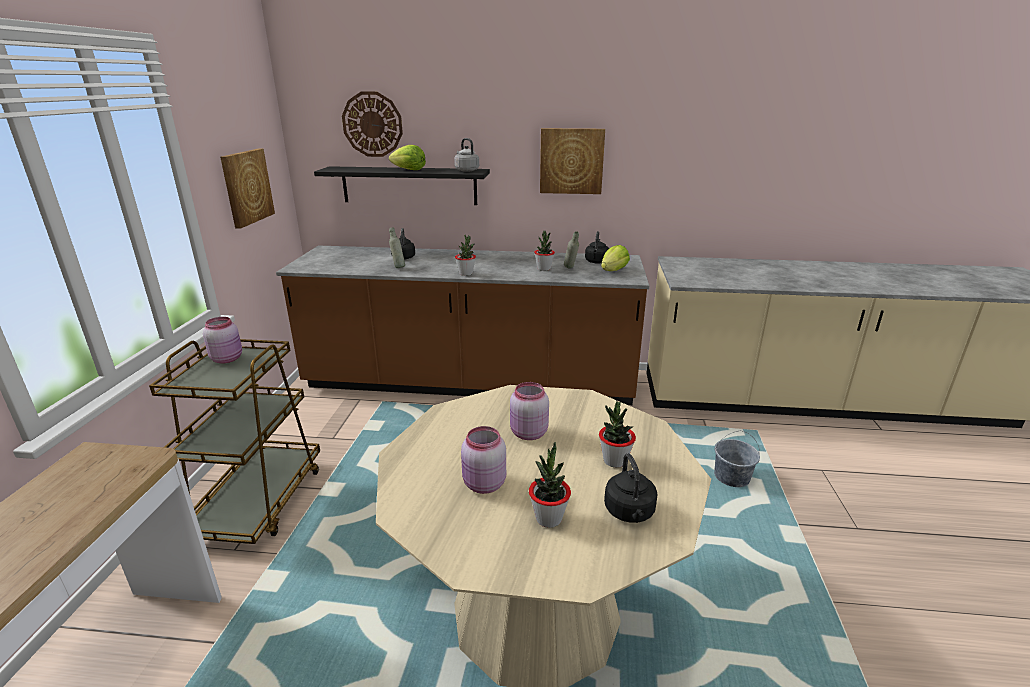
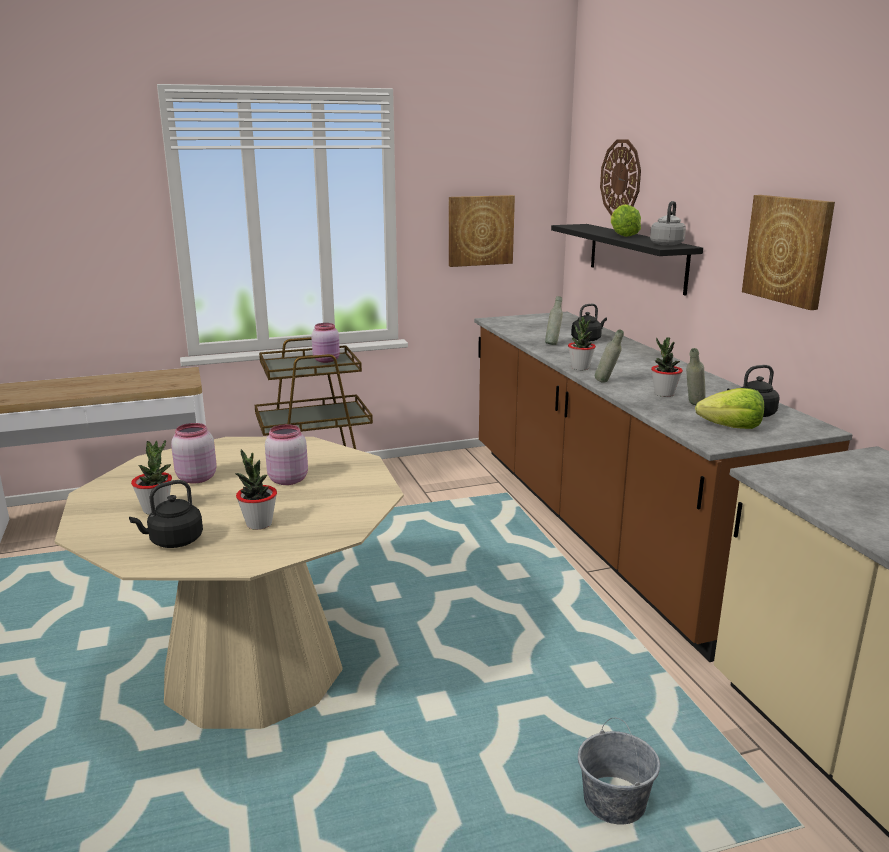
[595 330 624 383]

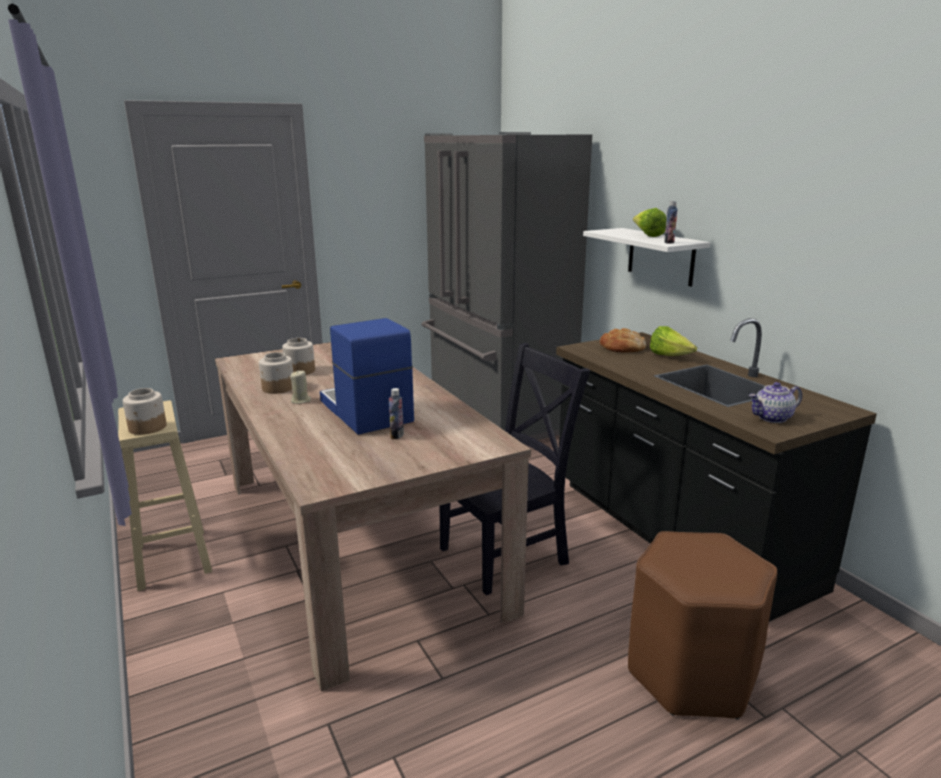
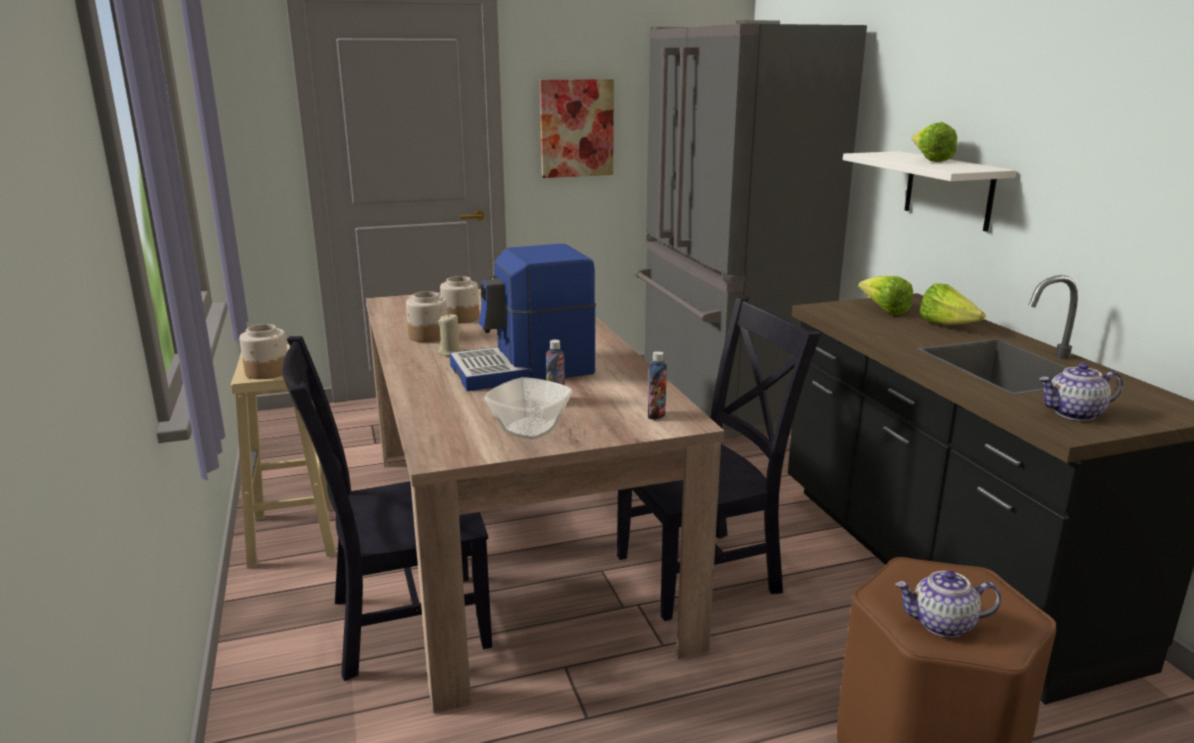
[450 244 596 391]
[859 276 913 315]
[648 351 667 420]
[282 336 492 681]
[484 377 572 439]
[540 79 614 178]
[895 570 1001 638]

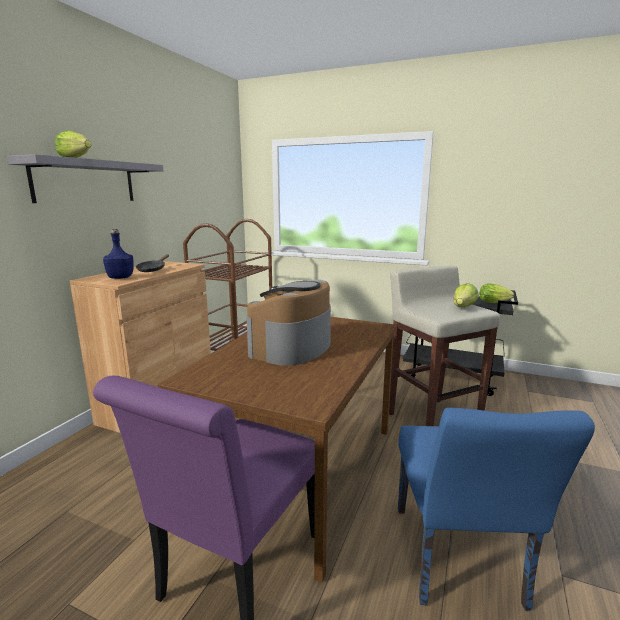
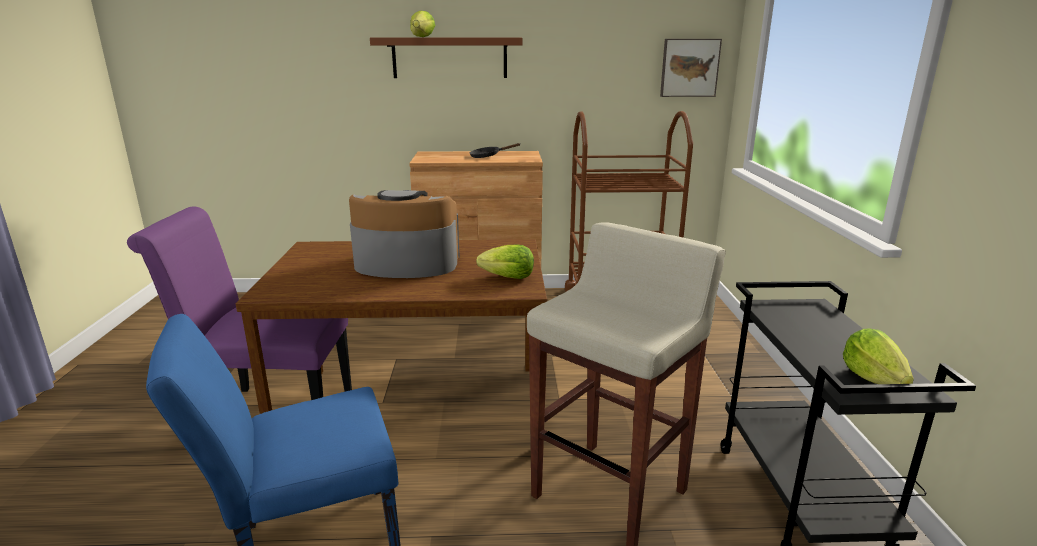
[370 38 523 78]
[103 229 133 279] (first image)
[476 245 534 279]
[660 39 722 97]

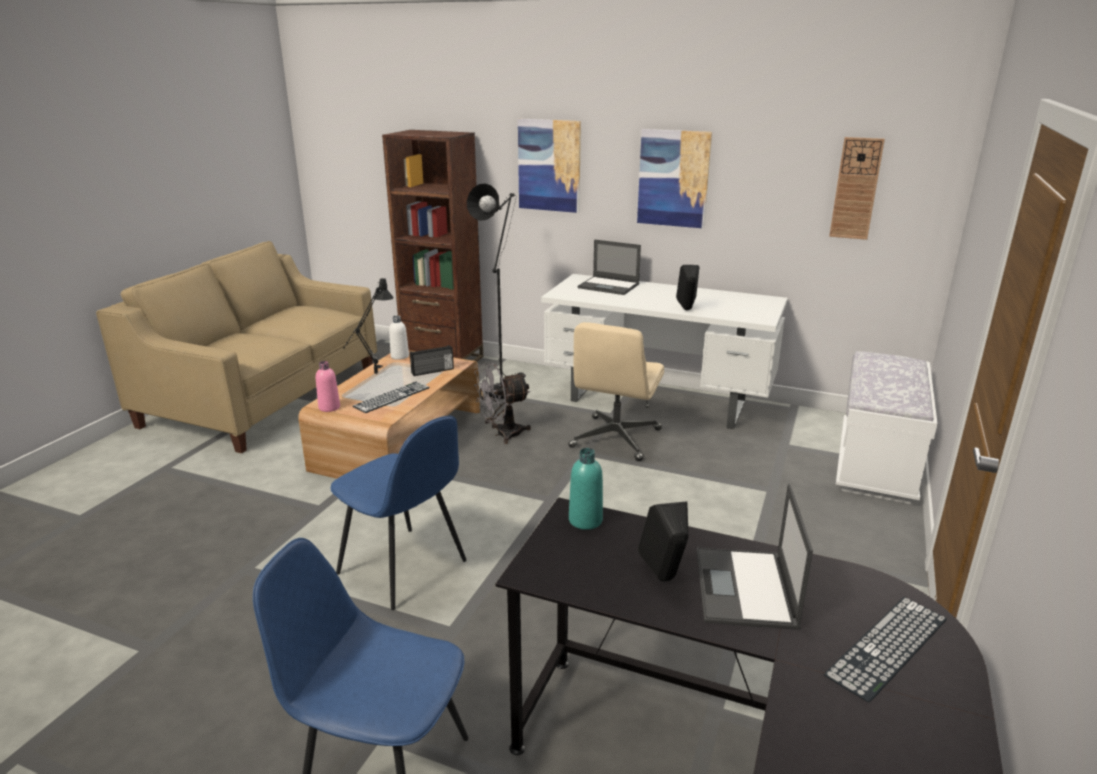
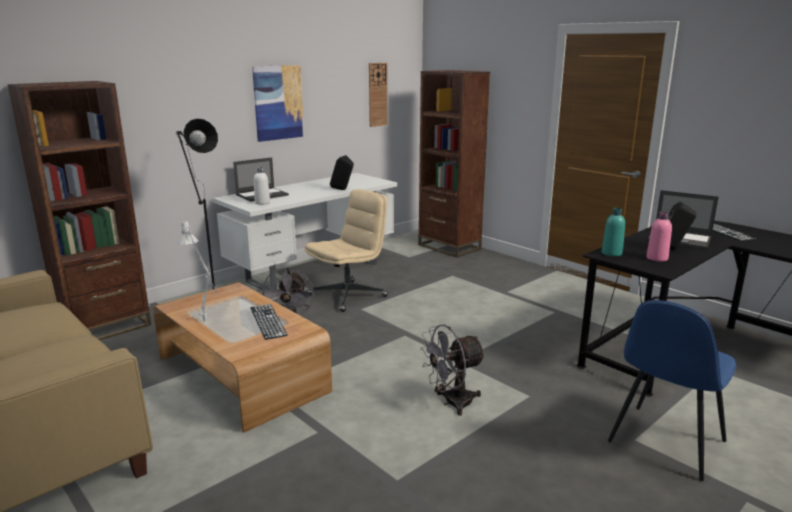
[646 212 672 262]
[419 324 486 416]
[177 220 219 321]
[254 167 270 205]
[410 345 454 376] (first image)
[518 119 581 213] (first image)
[304 189 388 312]
[418 70 490 258]

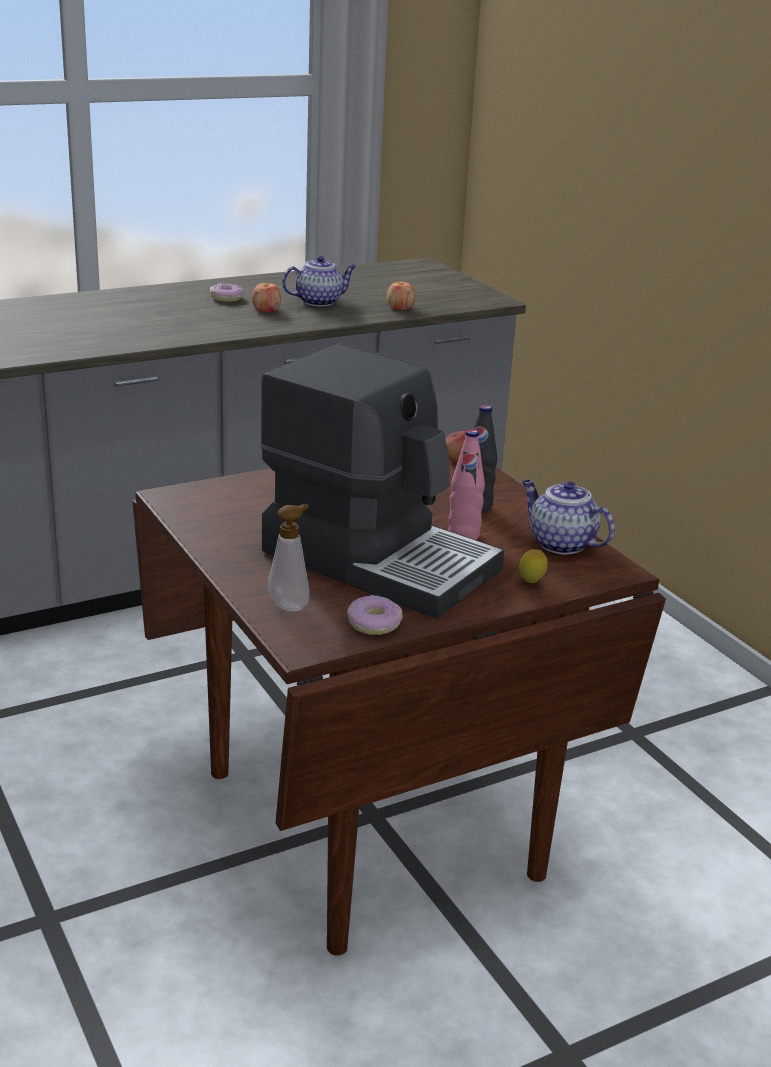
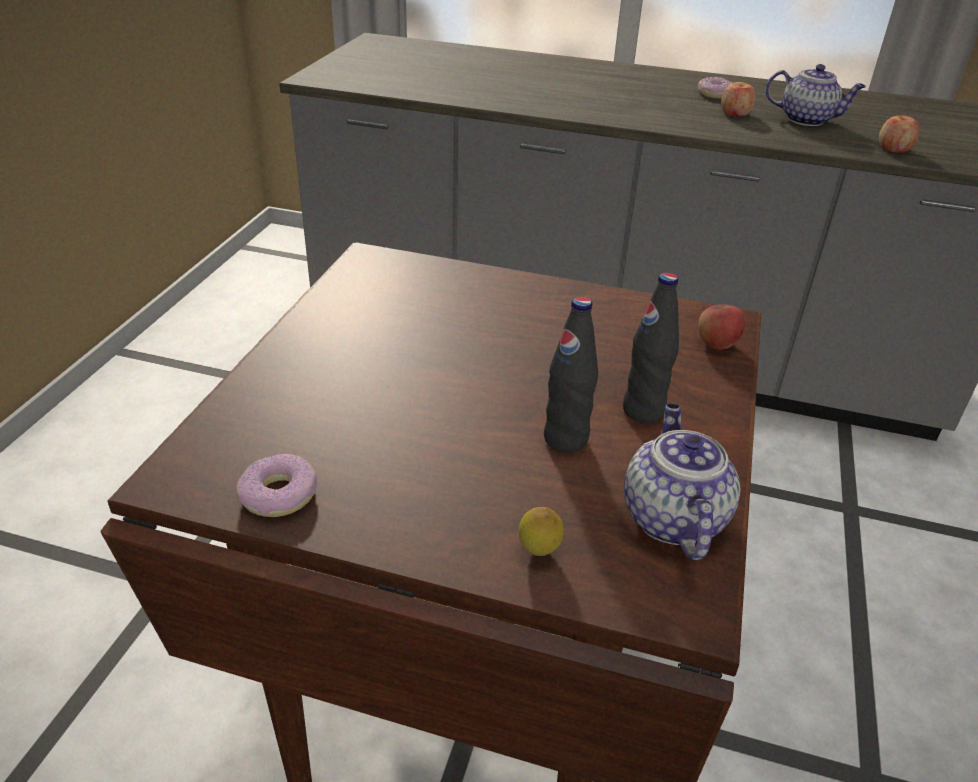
[260 343 504 619] (first image)
[268 504 309 612] (first image)
[544 297 598 453]

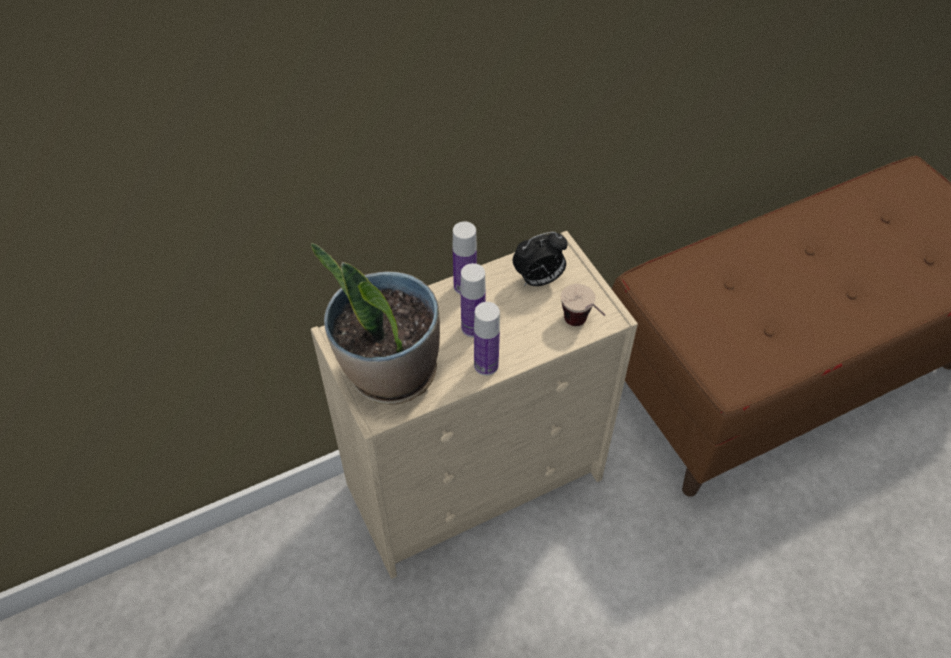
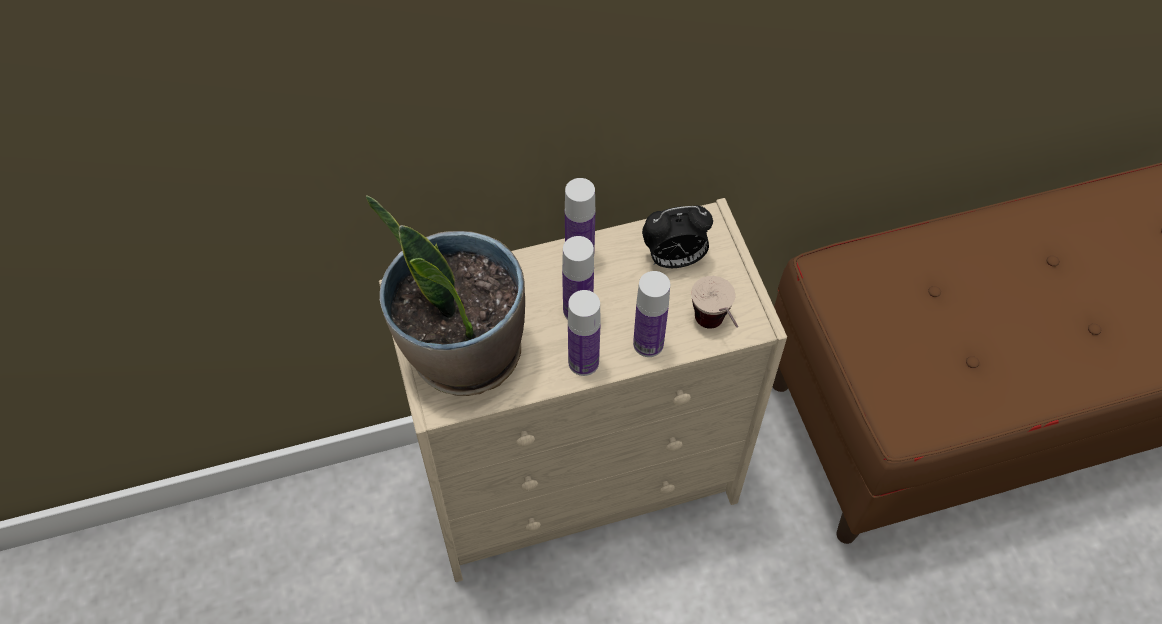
[633 271 670 357]

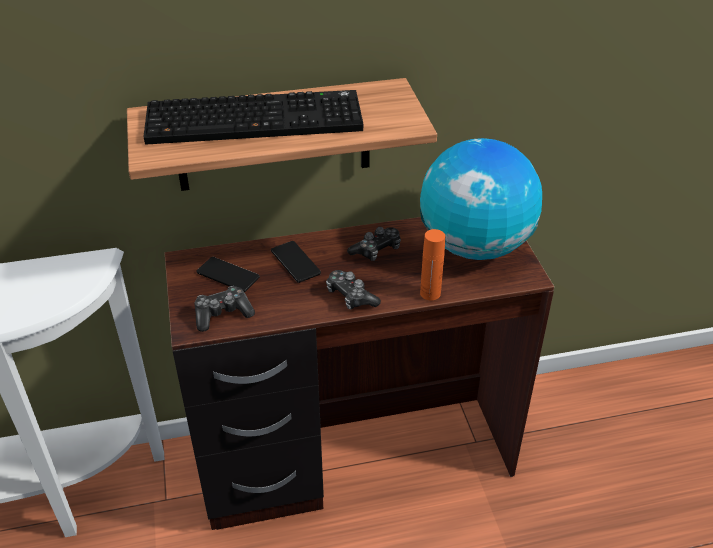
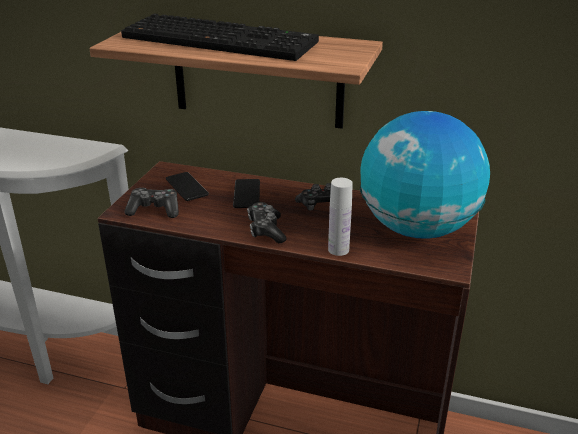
[328 178 353 256]

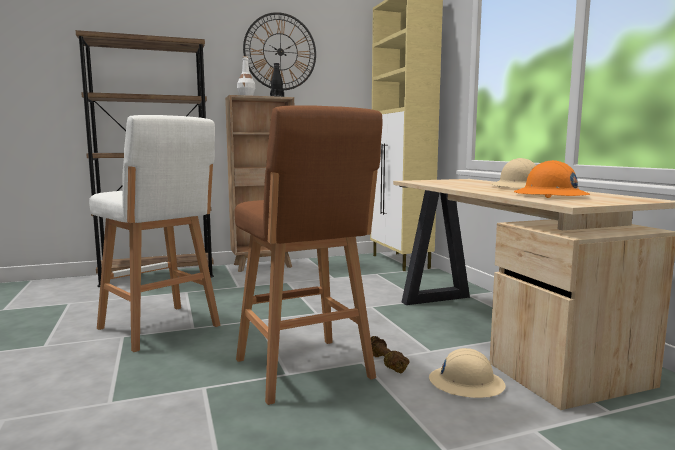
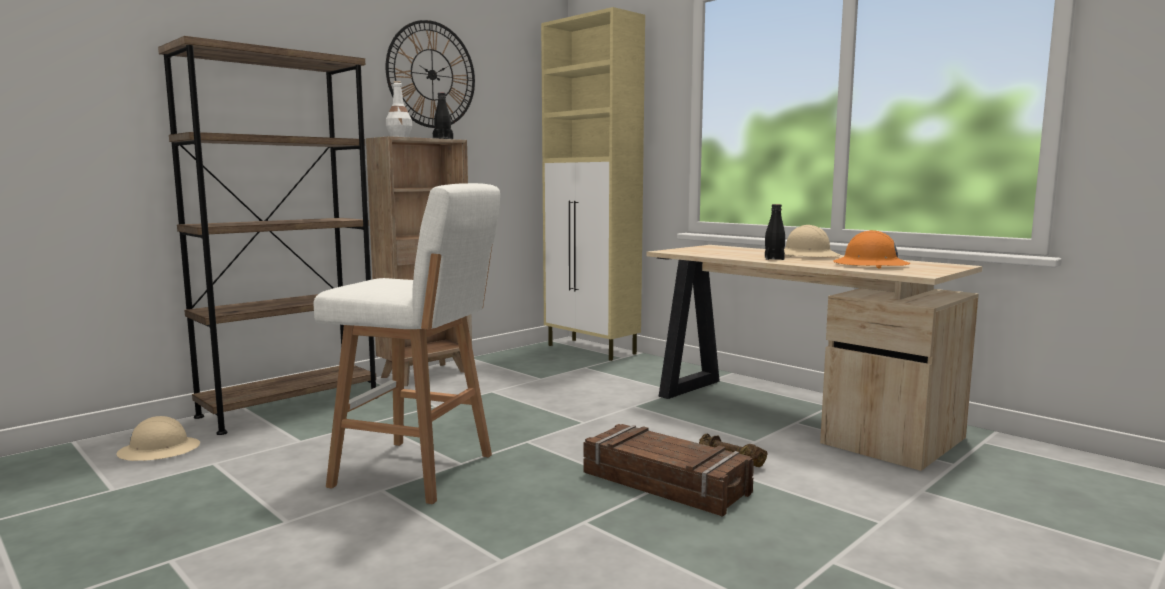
[584 424 754 517]
[117 416 200 461]
[765 204 785 260]

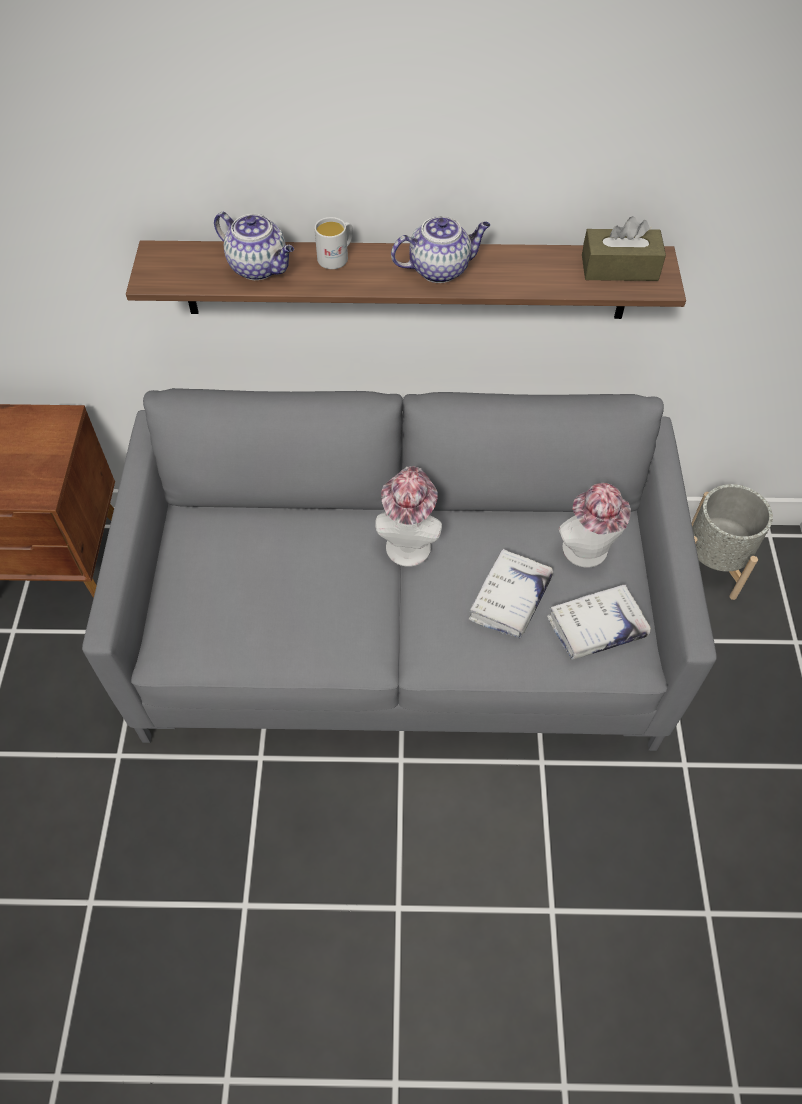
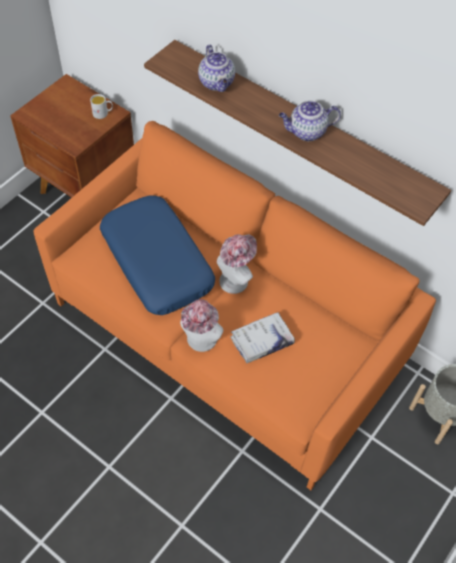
[34 121 436 490]
[90 94 113 119]
[279 100 341 141]
[547 585 651 659] (first image)
[180 299 224 352]
[582 216 666 281] (first image)
[100 196 215 315]

